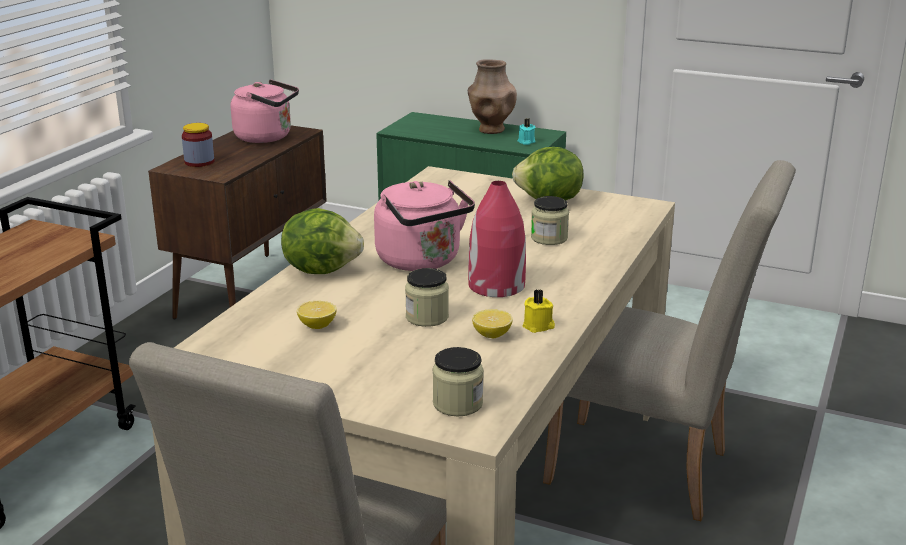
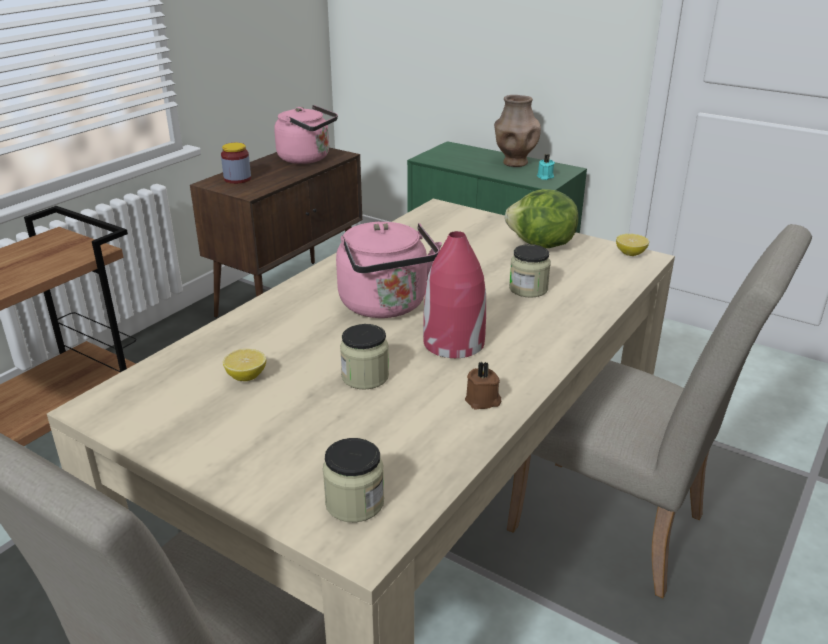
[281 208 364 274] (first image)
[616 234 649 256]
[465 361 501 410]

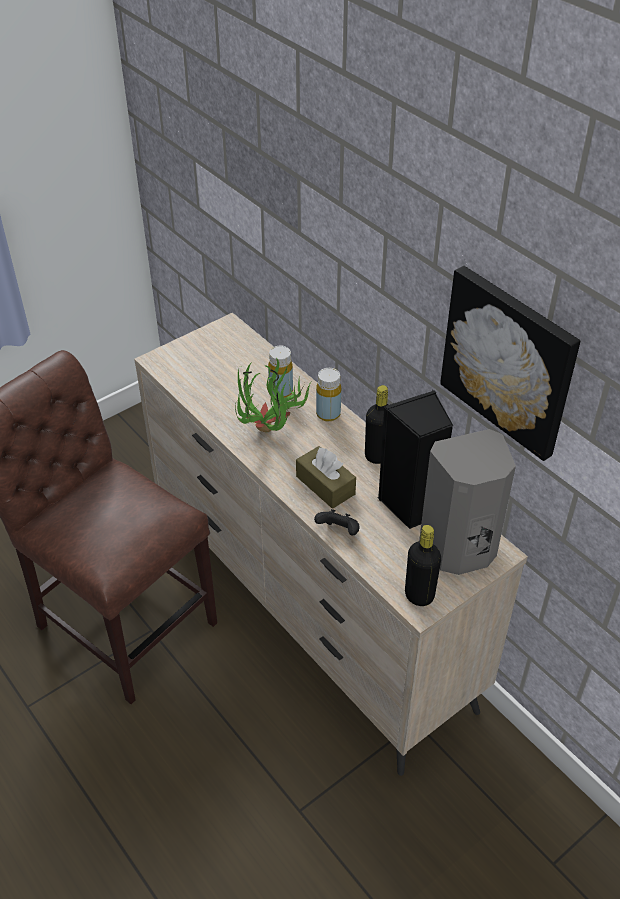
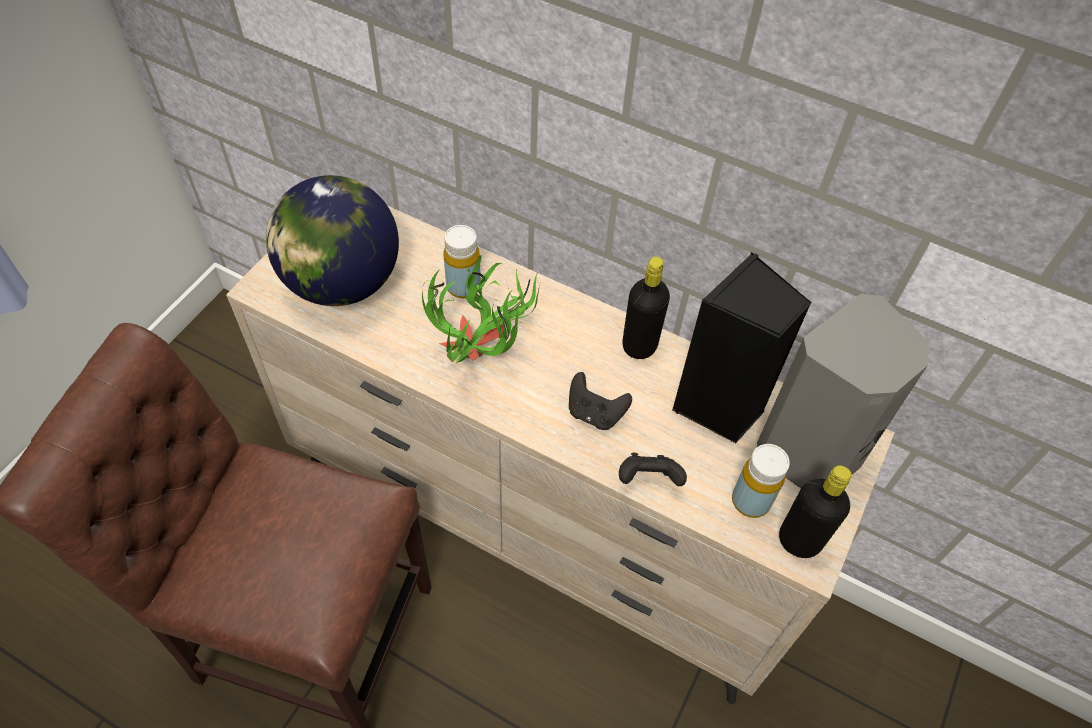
[569 372 632 430]
[732 444 790 518]
[440 266 581 461] (first image)
[266 175 399 306]

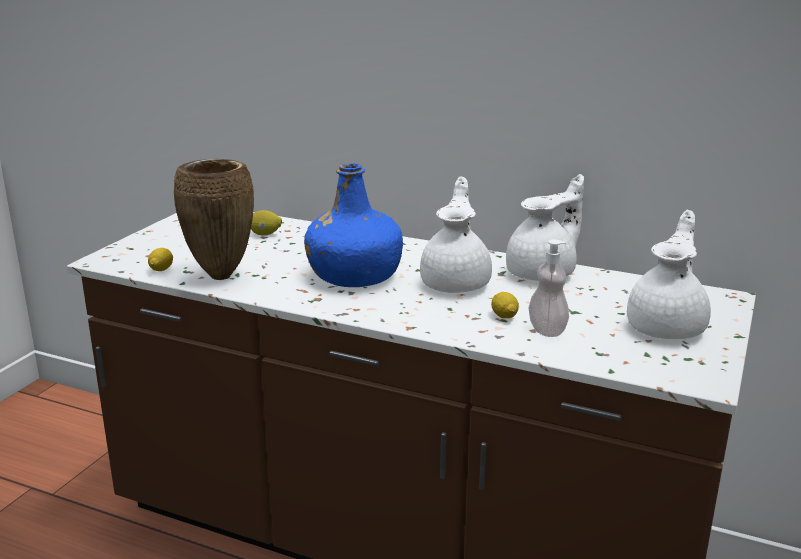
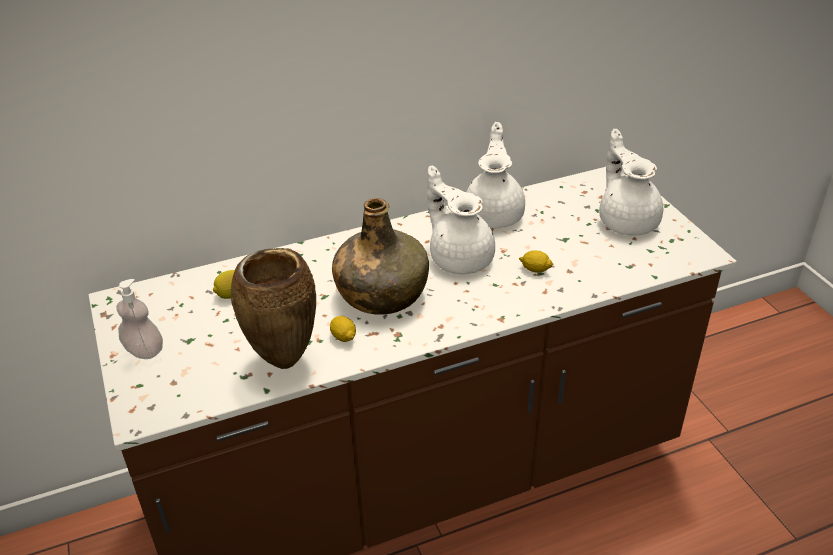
[330 316 356 342]
[332 198 429 315]
[116 279 163 359]

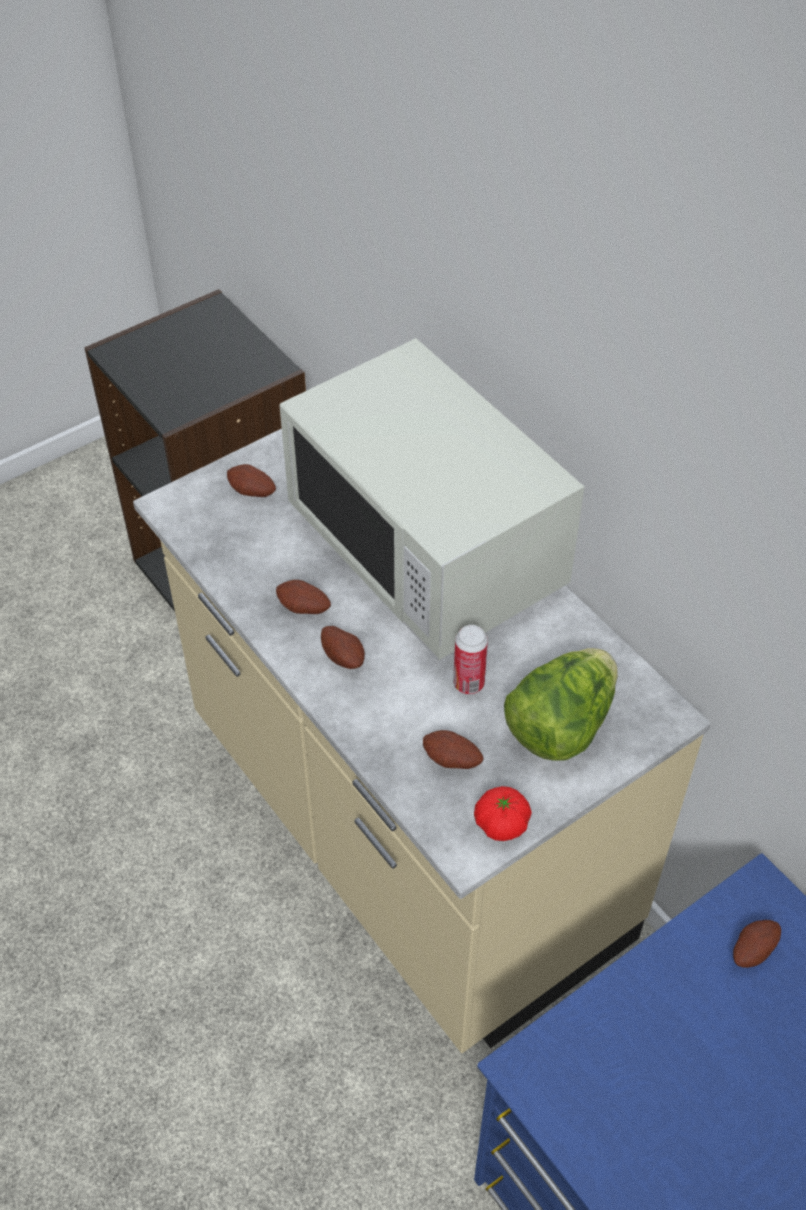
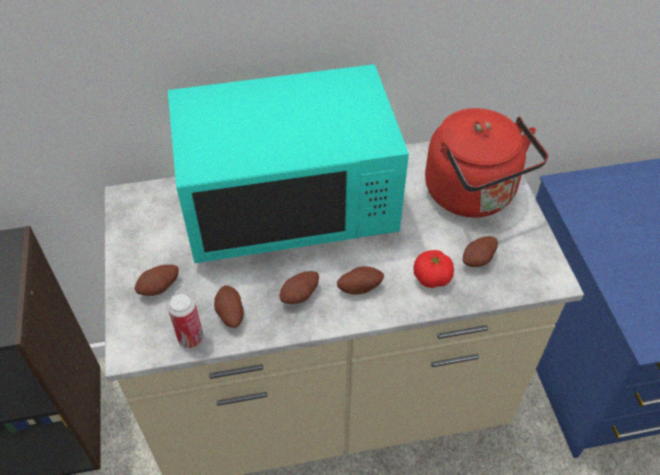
[168 64 409 263]
[168 292 203 348]
[413 250 454 288]
[425 108 548 217]
[214 286 244 328]

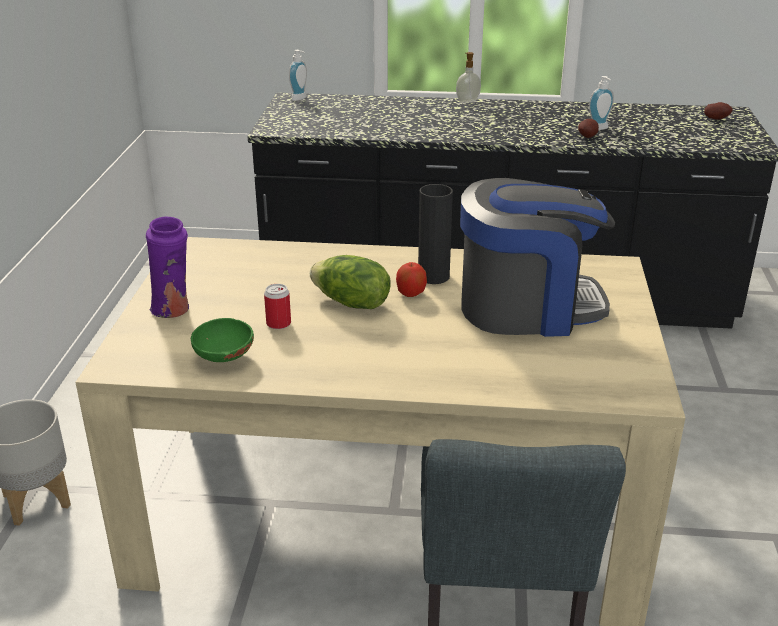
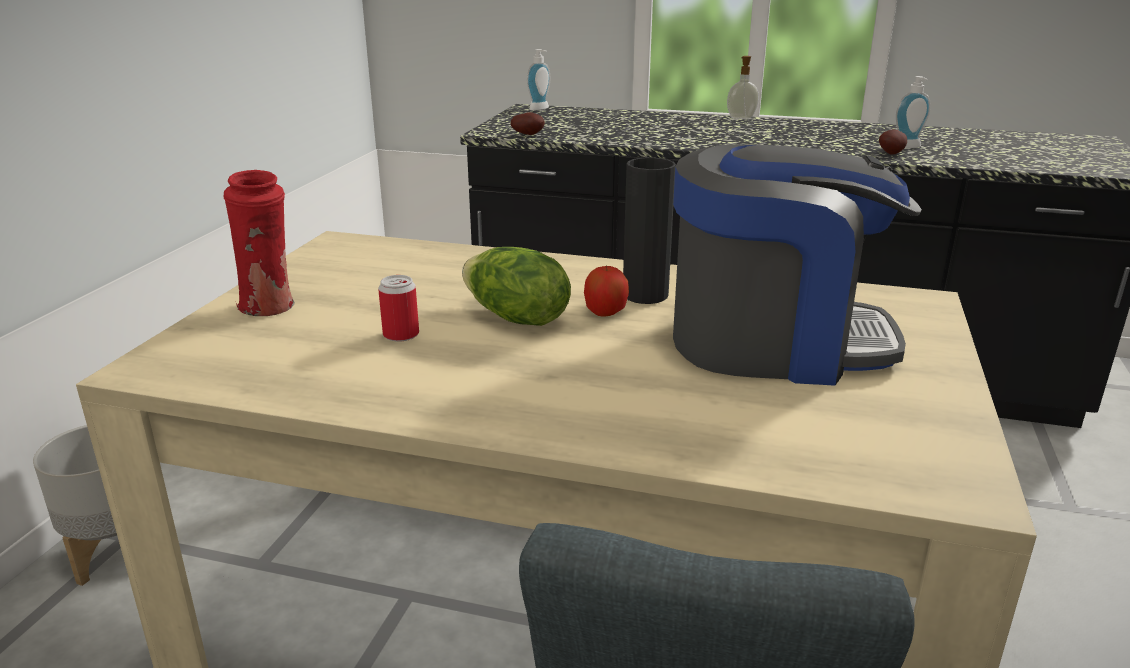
[223 170 295 316]
[191 318 254 362] (first image)
[511 112 545 135]

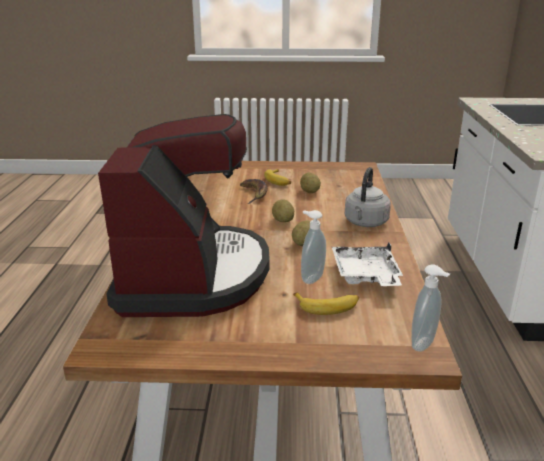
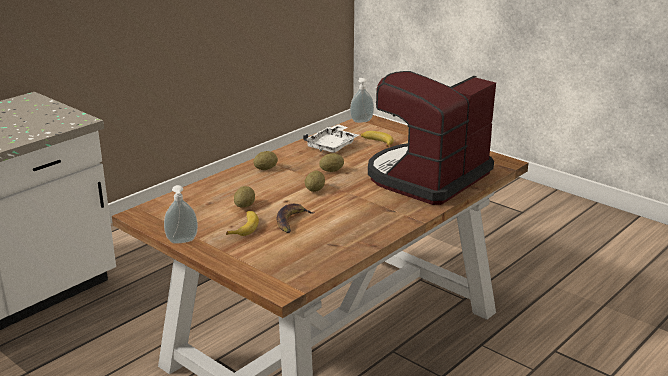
[164 185 198 244]
[253 151 278 170]

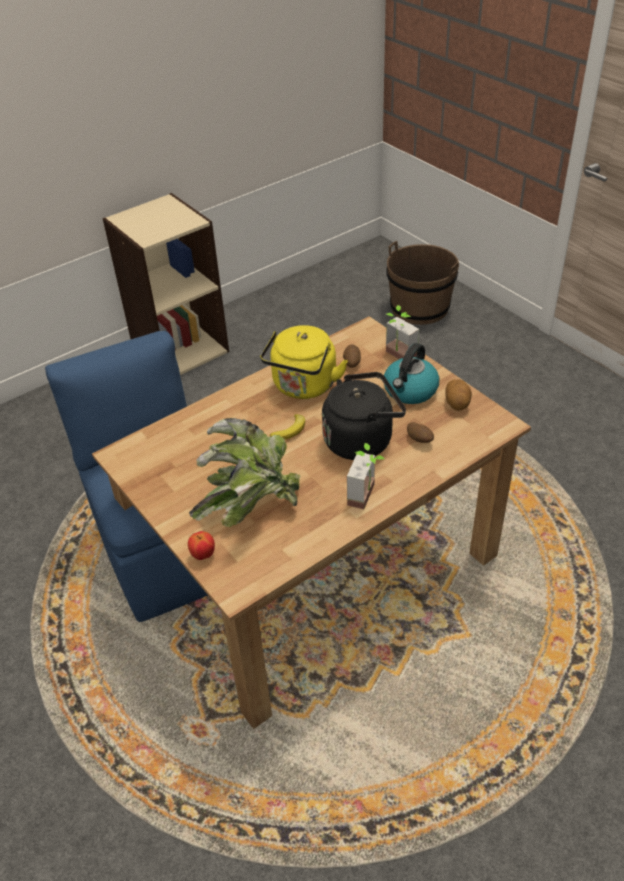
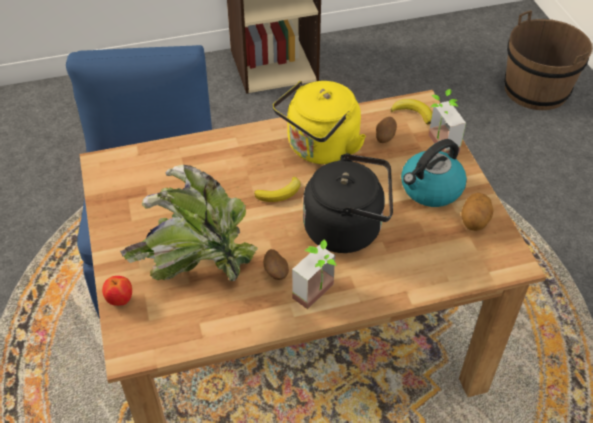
[263 249 289 280]
[391 99 432 124]

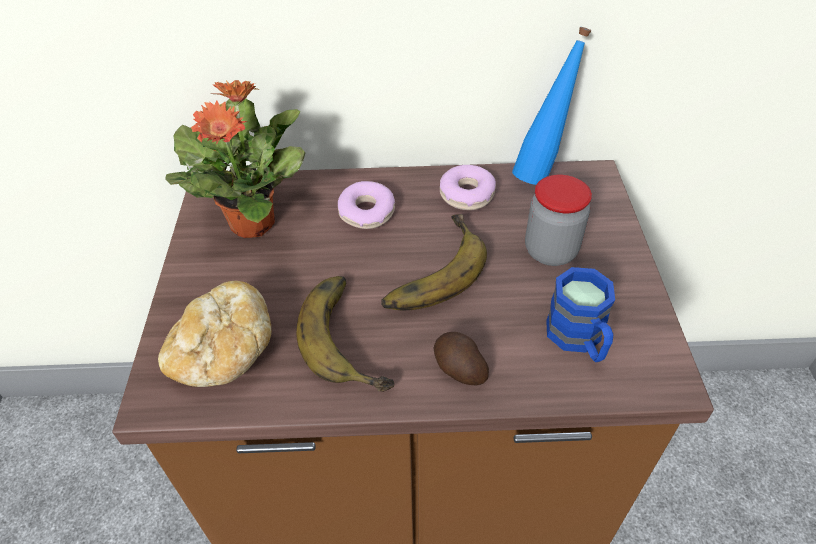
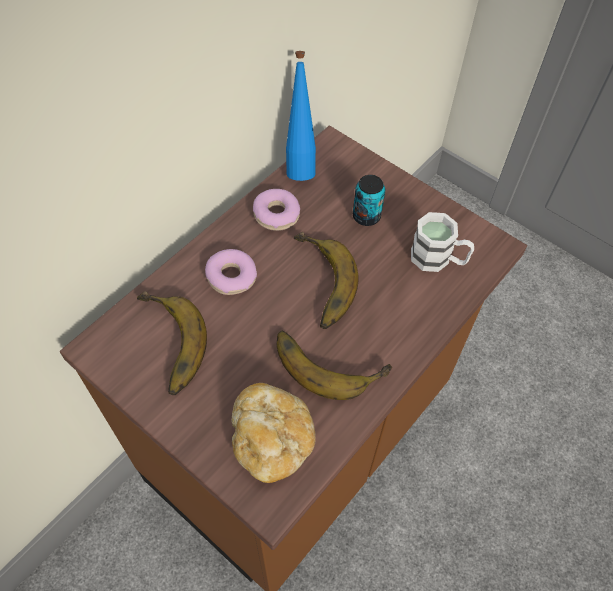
[137 291 207 395]
[433 332 489 386] (first image)
[353 175 385 226]
[411 212 474 272]

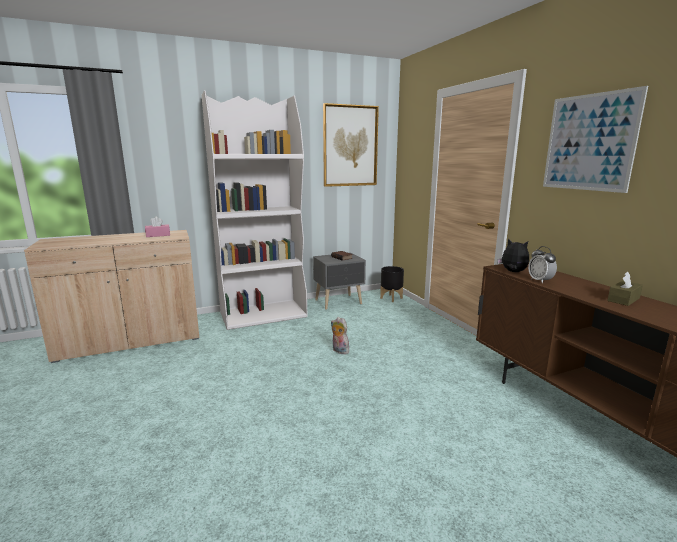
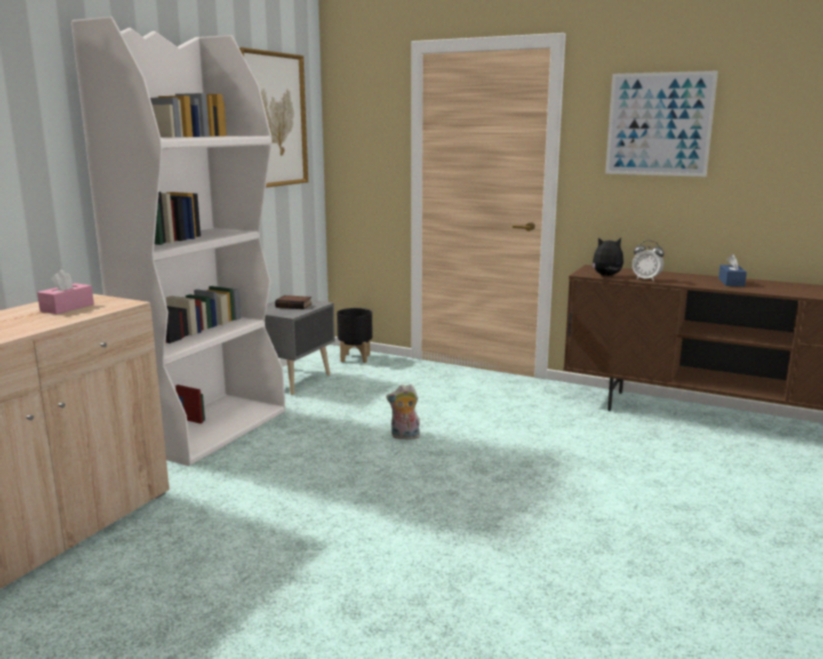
[719 254 747 287]

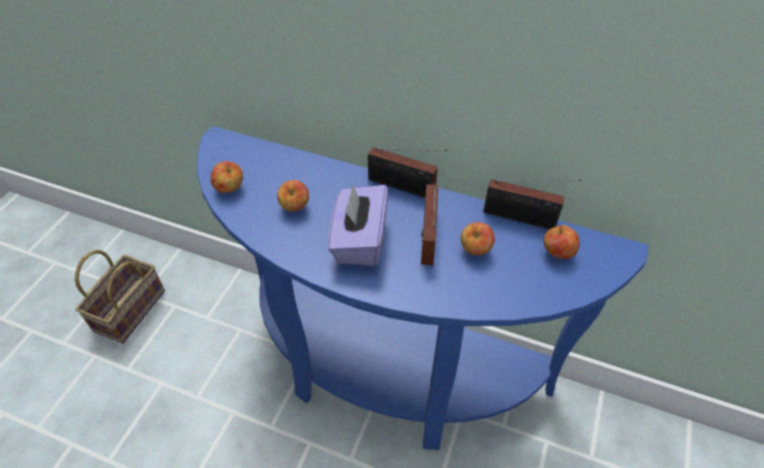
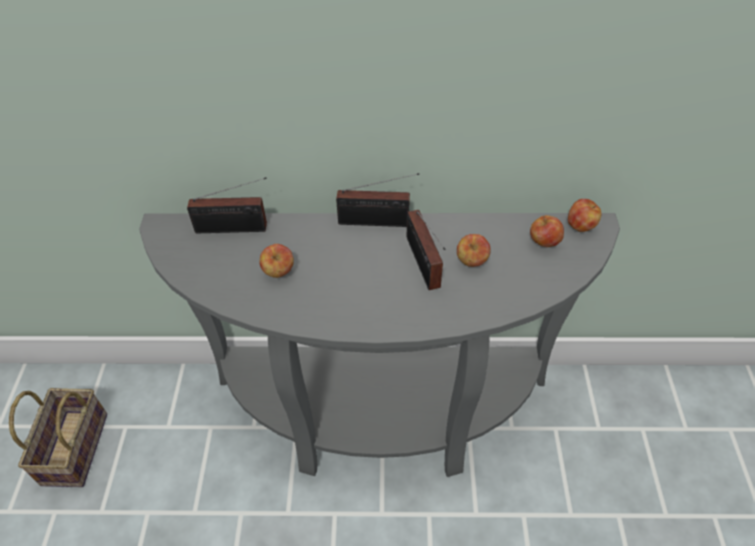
[139 213 620 477]
[568 199 601 232]
[328 185 388 266] (first image)
[187 177 267 233]

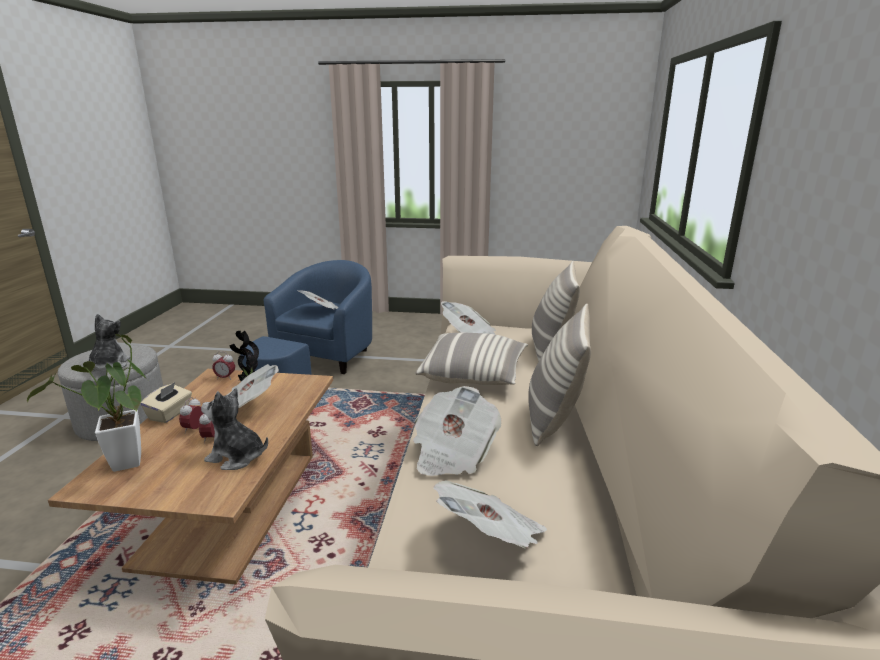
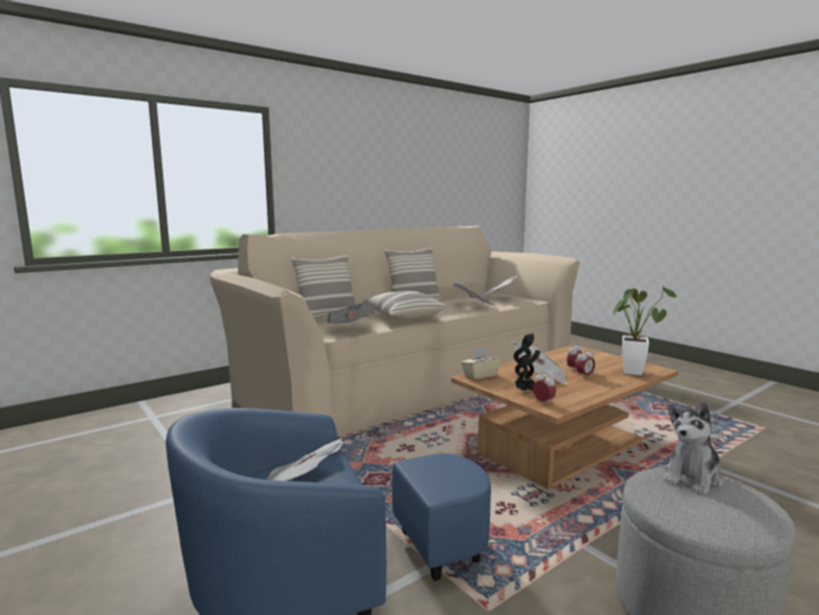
[461 348 501 380]
[201 388 268 470] (first image)

